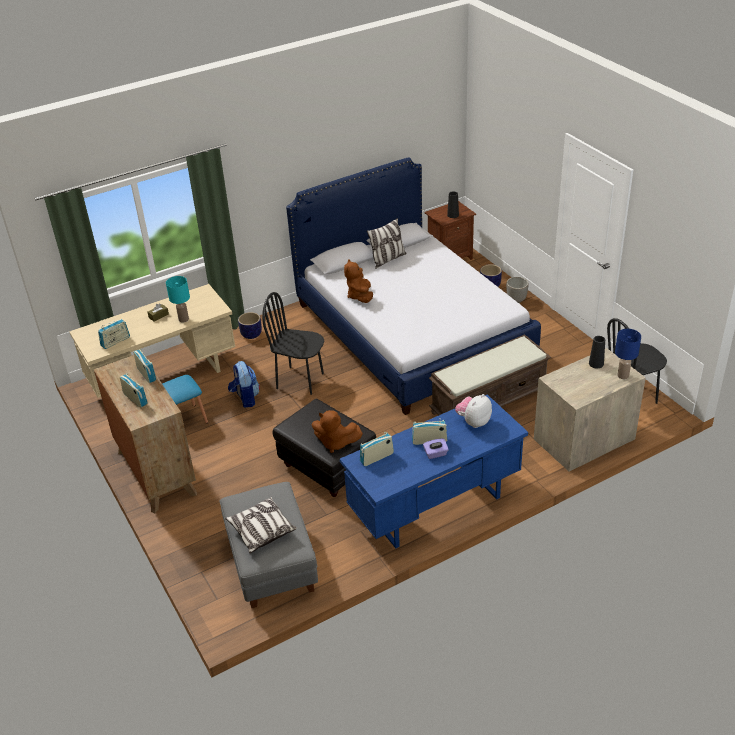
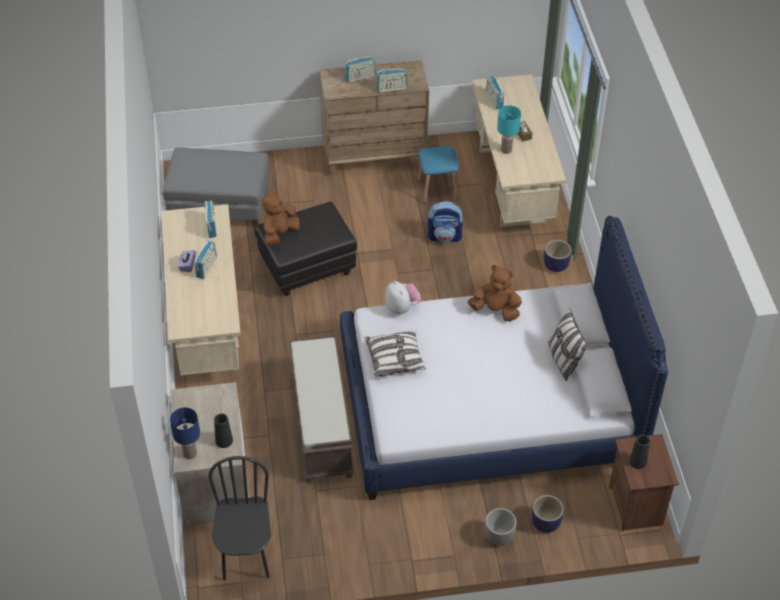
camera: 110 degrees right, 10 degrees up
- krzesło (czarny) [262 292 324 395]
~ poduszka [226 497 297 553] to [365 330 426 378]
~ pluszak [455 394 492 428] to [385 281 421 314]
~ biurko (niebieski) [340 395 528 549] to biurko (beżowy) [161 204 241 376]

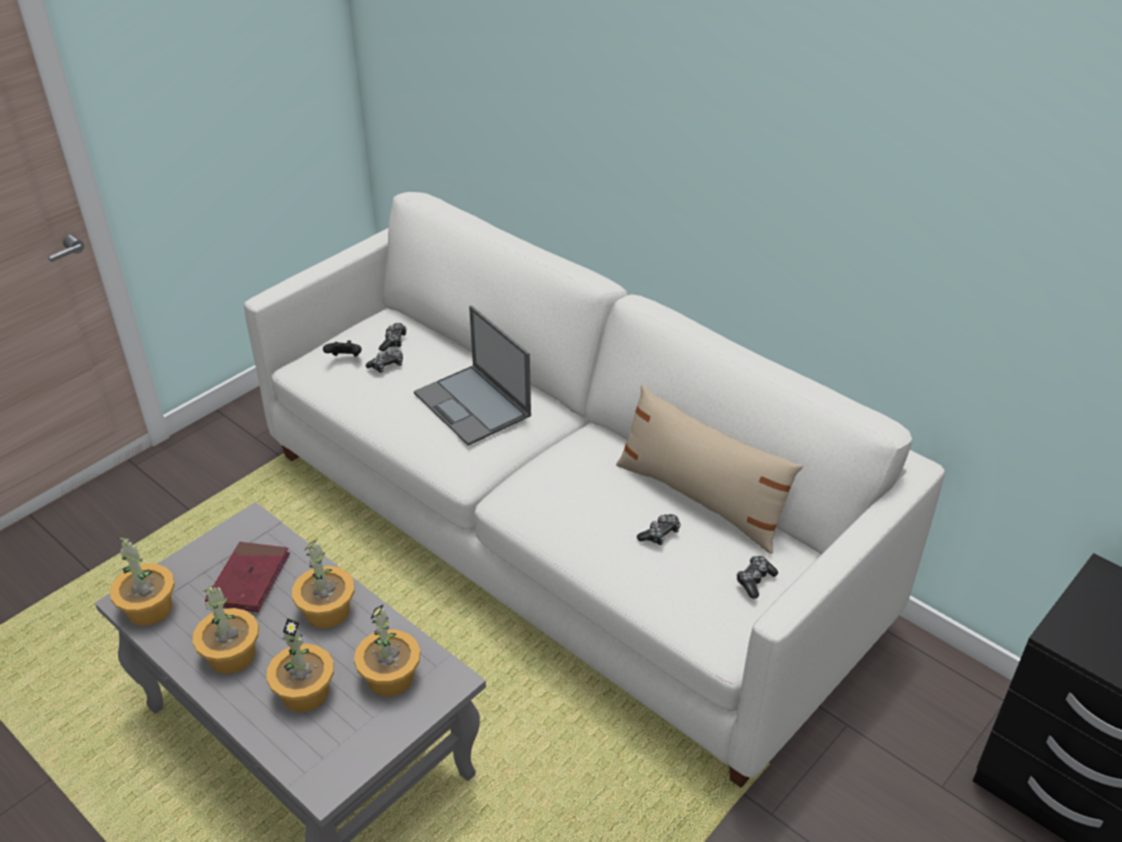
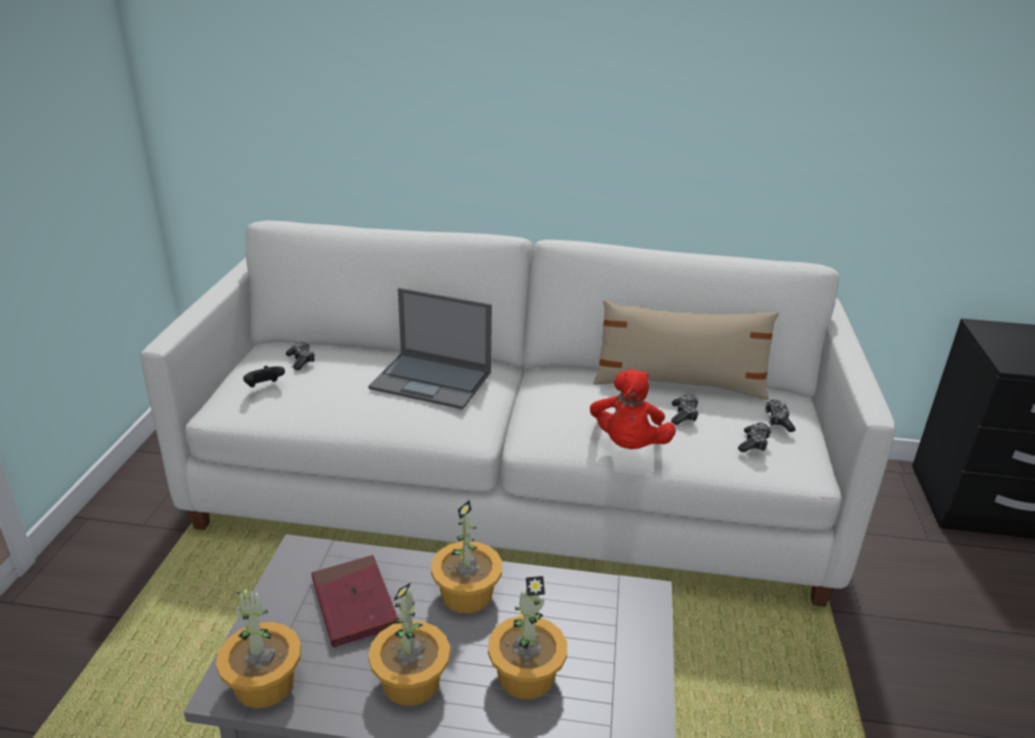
camera: 35 degrees left, 10 degrees down
- roślina doniczkowa [354 604 421 696]
+ pluszak (czerwony) [590 369 676 449]
~ pad do gier [366 349 403 373] to [738 423 772 452]

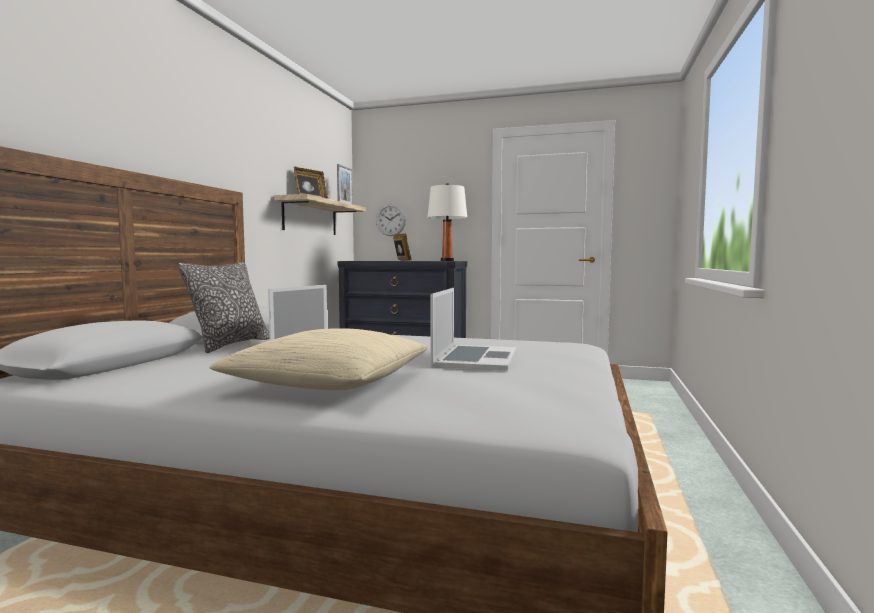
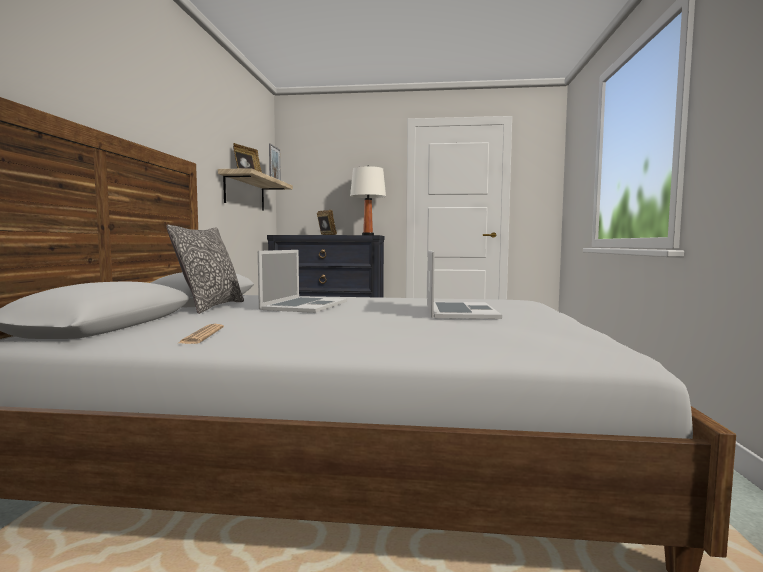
camera: 10 degrees left, 0 degrees up
- poduszka (beżowy) [209 328 428 390]
- zegar ścienny [376 204 406 236]
+ gazeta [178 324 224 344]

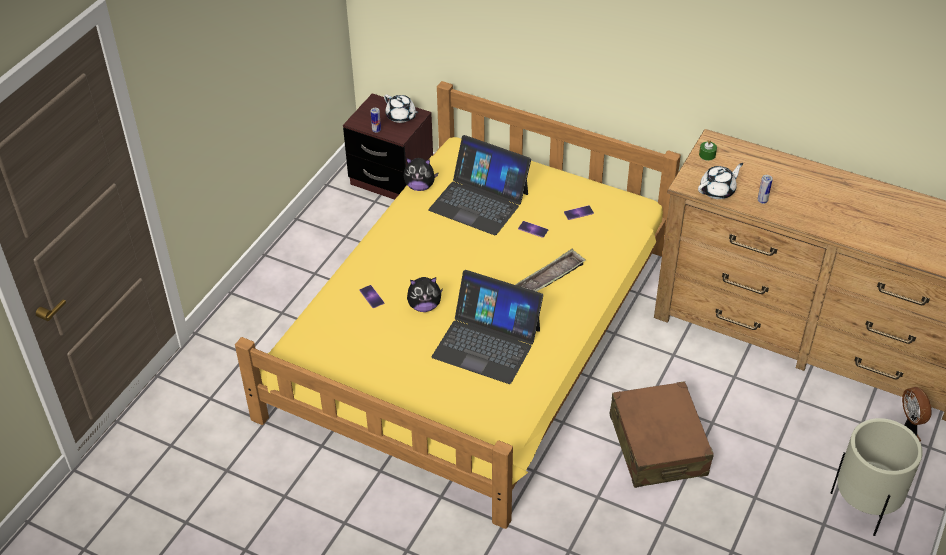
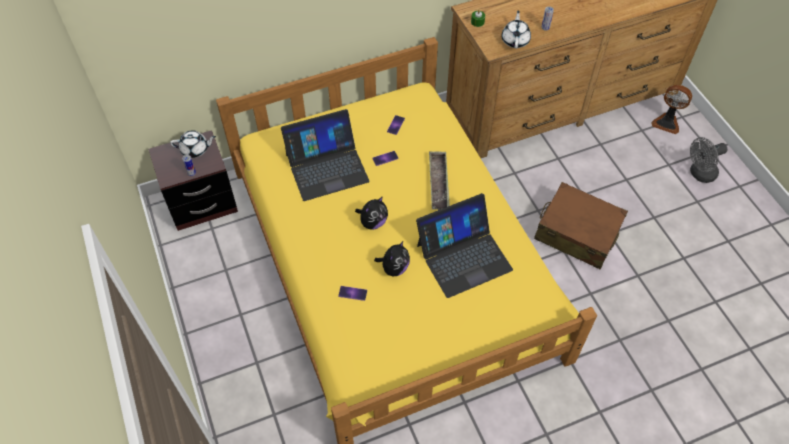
camera: 50 degrees left, 10 degrees up
~ pluszak [404 158 439 191] to [355 196 388 230]
~ donica (beżowy) [830 418 923 536] to wentylator (szary) [690 137 727 183]

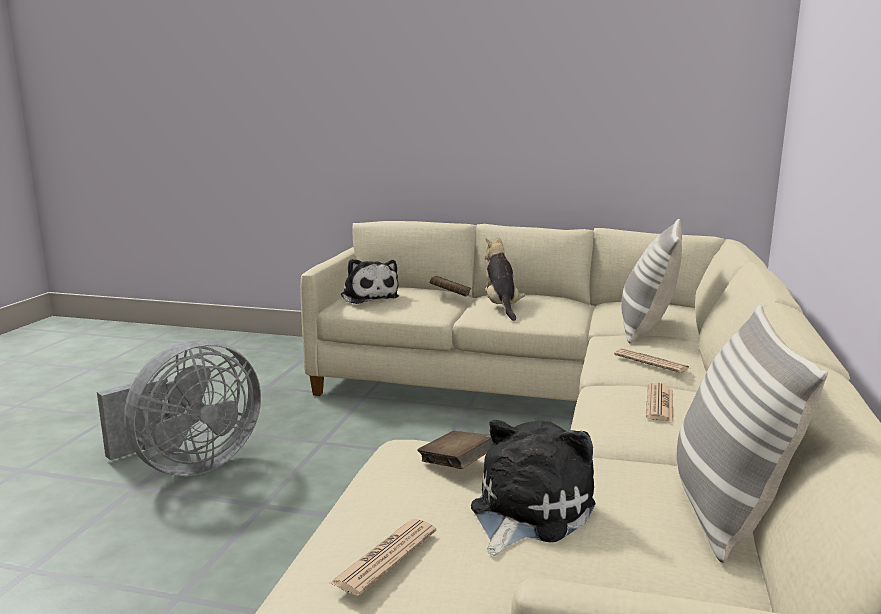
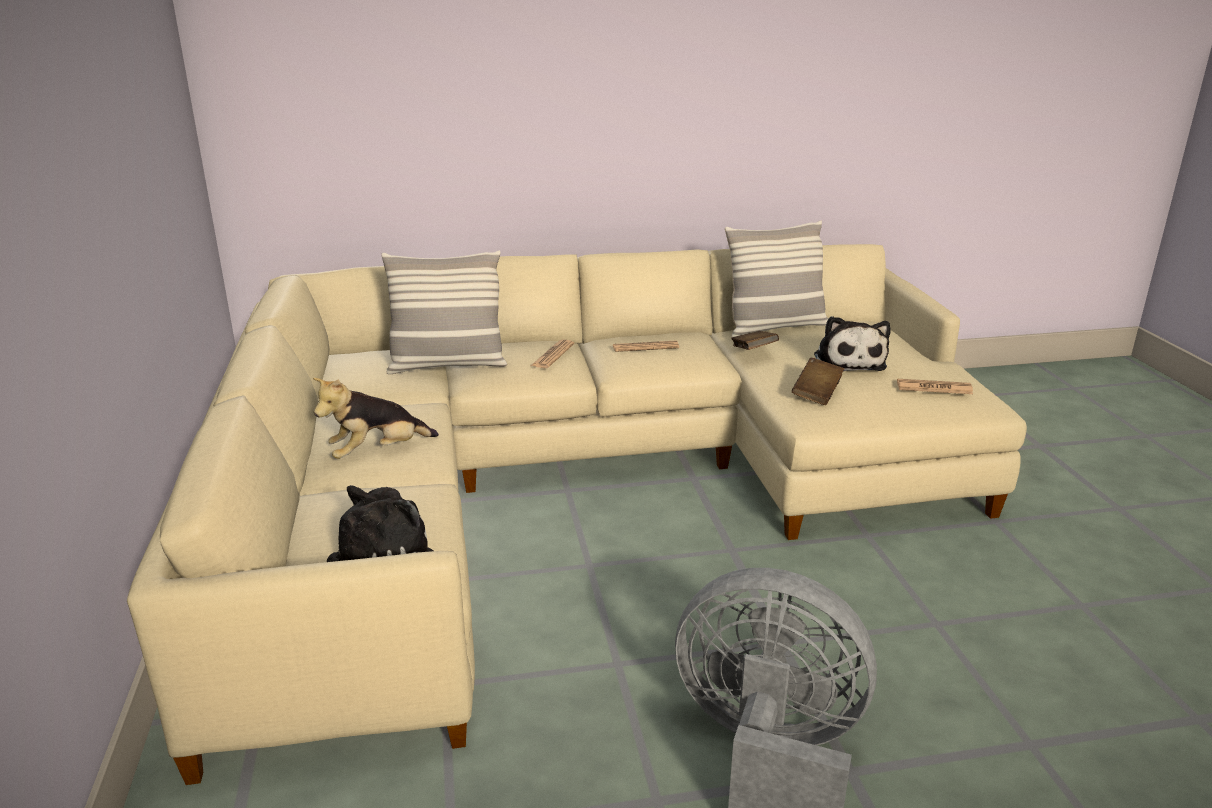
camera: 115 degrees left, 10 degrees up
~ książka (brązowy) [430 276 471 297] to [731 331 779 350]
~ pluszak [471 420 596 556] = [814 316 891 371] 105 degrees counterclockwise

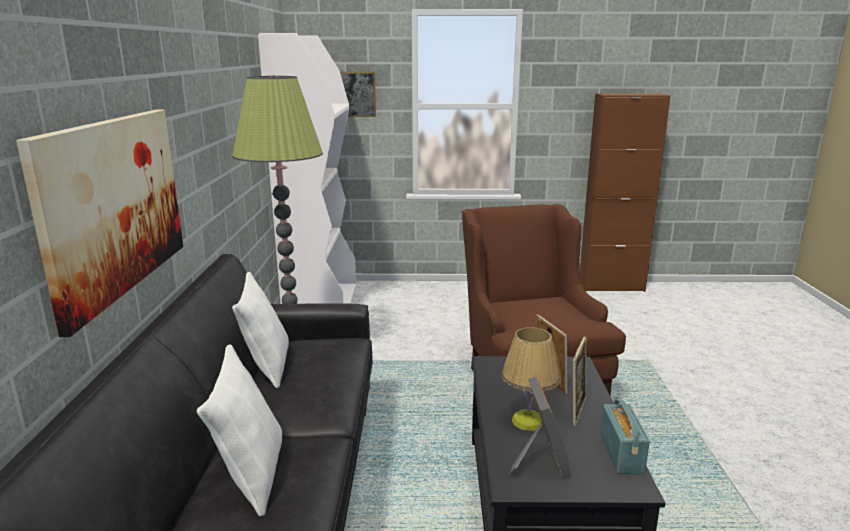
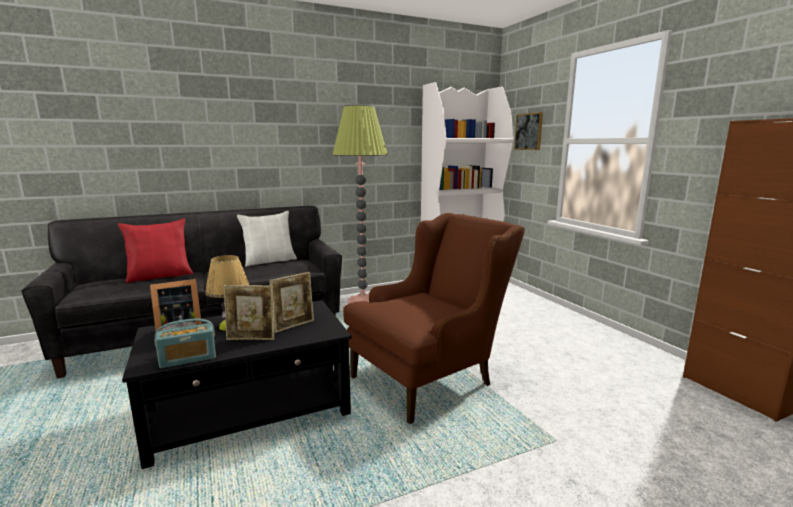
camera: 65 degrees right, 5 degrees down
- obraz [16 109 183 337]
~ poduszka (biały) [197 344 282 516] to poduszka (czerwony) [118 218 193 283]

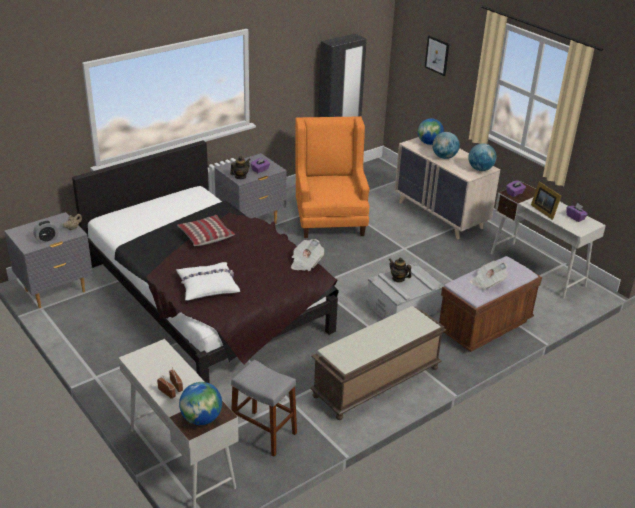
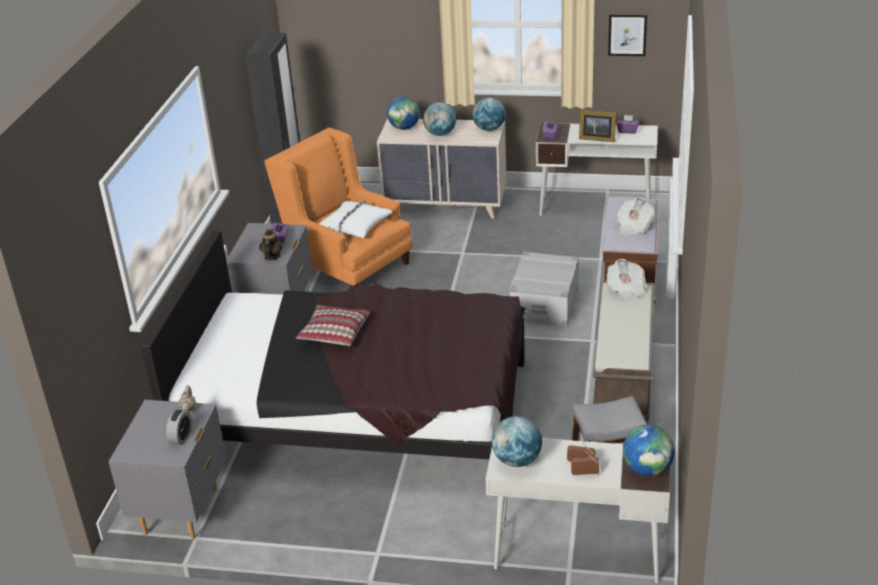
camera: 40 degrees left, 0 degrees up
- imbryk [389 258 412 282]
+ globus [492 416 542 467]
~ poduszka (biały) [176 262 240 301] to [319 200 393 238]
~ gazeta [291 239 324 271] to [606 259 646 302]
~ obraz [425 36 449 76] to [608 14 647 56]

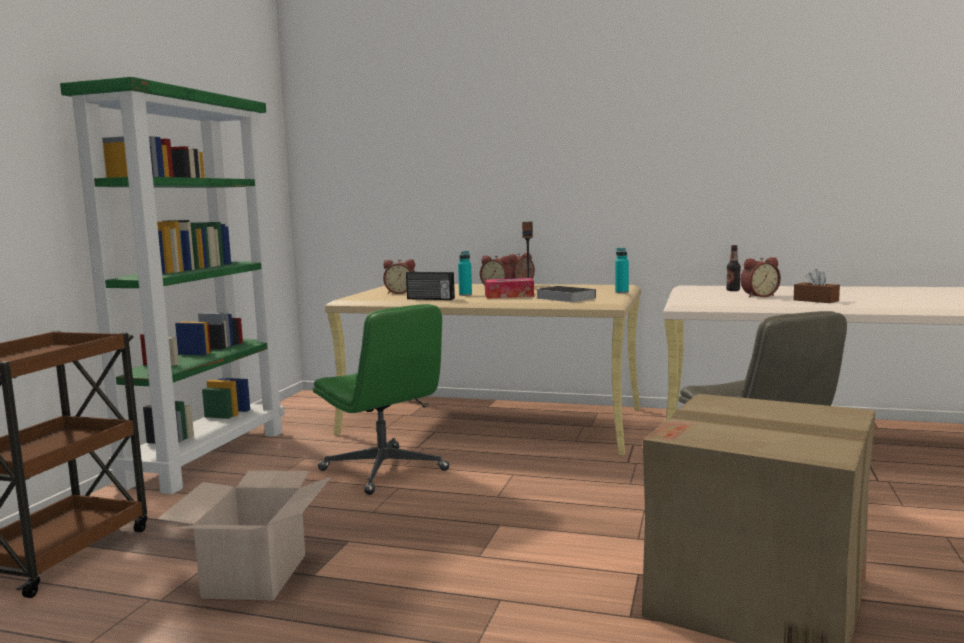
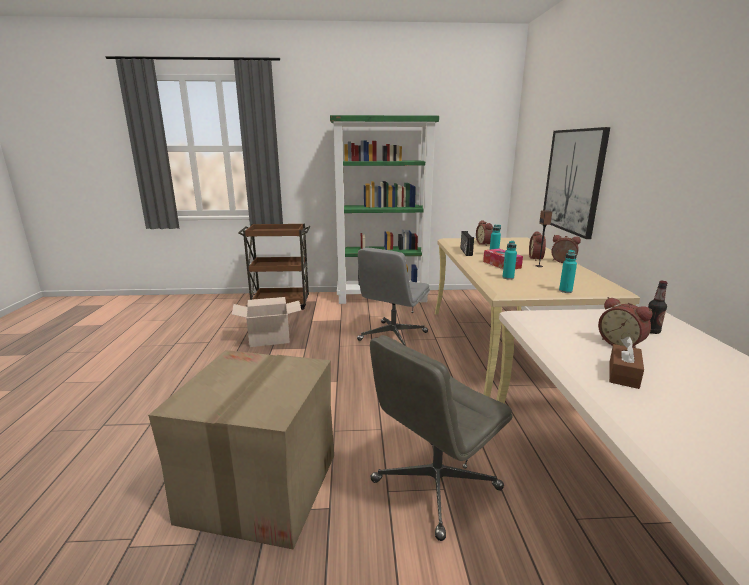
camera: 70 degrees right, 10 degrees up
+ obraz [543 127 610 239]
~ książka [536 286 596 302] to butelka (turkusowy) [502 241 517 280]
~ krzesło biurowe (zielony) [313 304 449 495] to krzesło biurowe (szary) [357 247 430 345]

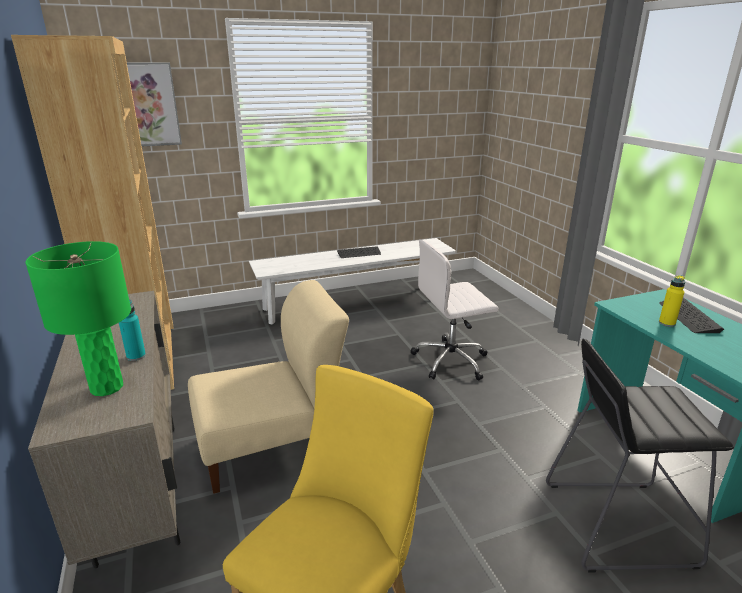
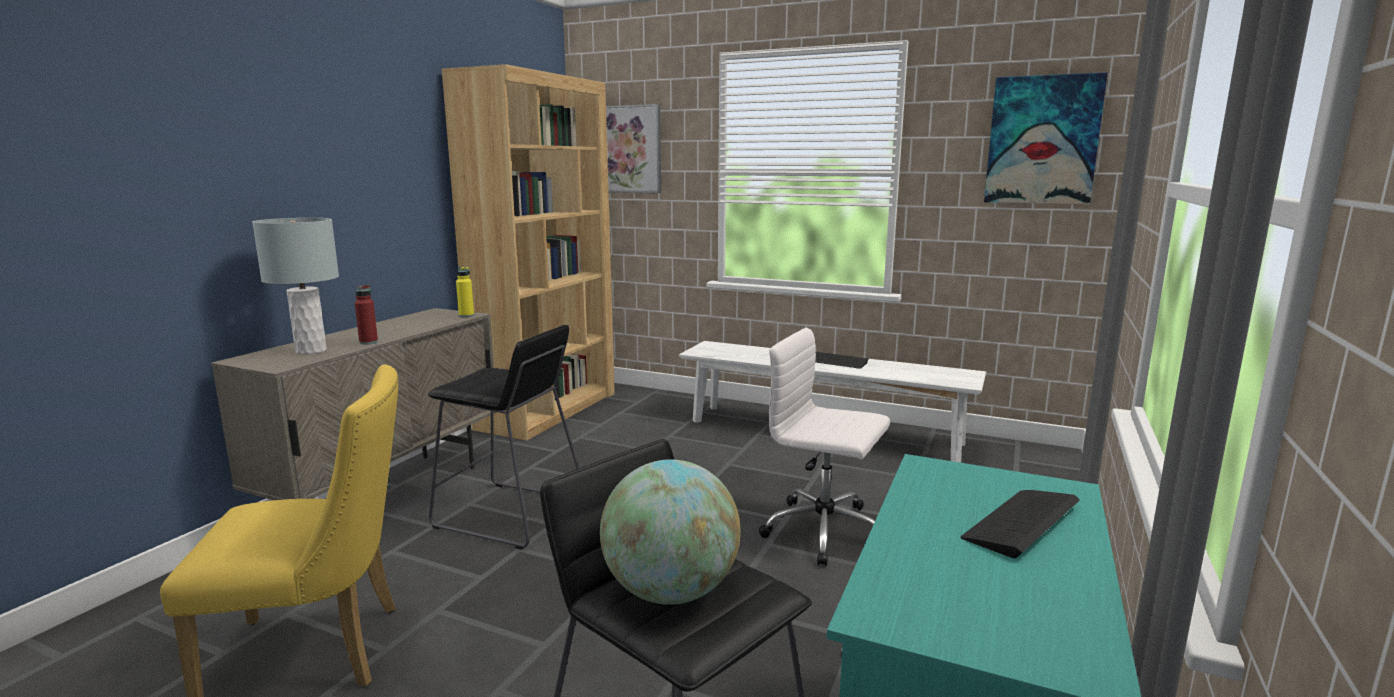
camera: 45 degrees right, 10 degrees down
+ globus [600 459 741 605]
+ obraz [984 72 1108 205]
~ butelka (żółty) [659 275 685 327] to [456 267 474 317]
~ krzesło (beżowy) [188 280 349 494] to stołek (czarny) [428 325 580 550]
~ lampa stołowa (zielony) [25 241 131 396] to lampa stołowa (szary) [252 218 339 355]
~ butelka (turkusowy) [119 300 146 361] to butelka (czerwony) [355 285 378 344]

